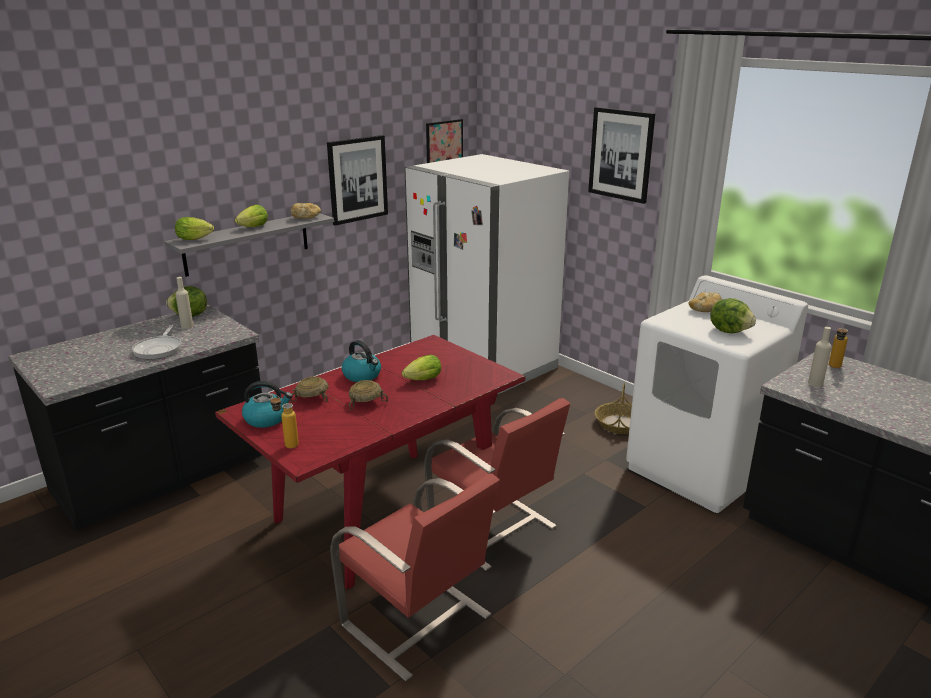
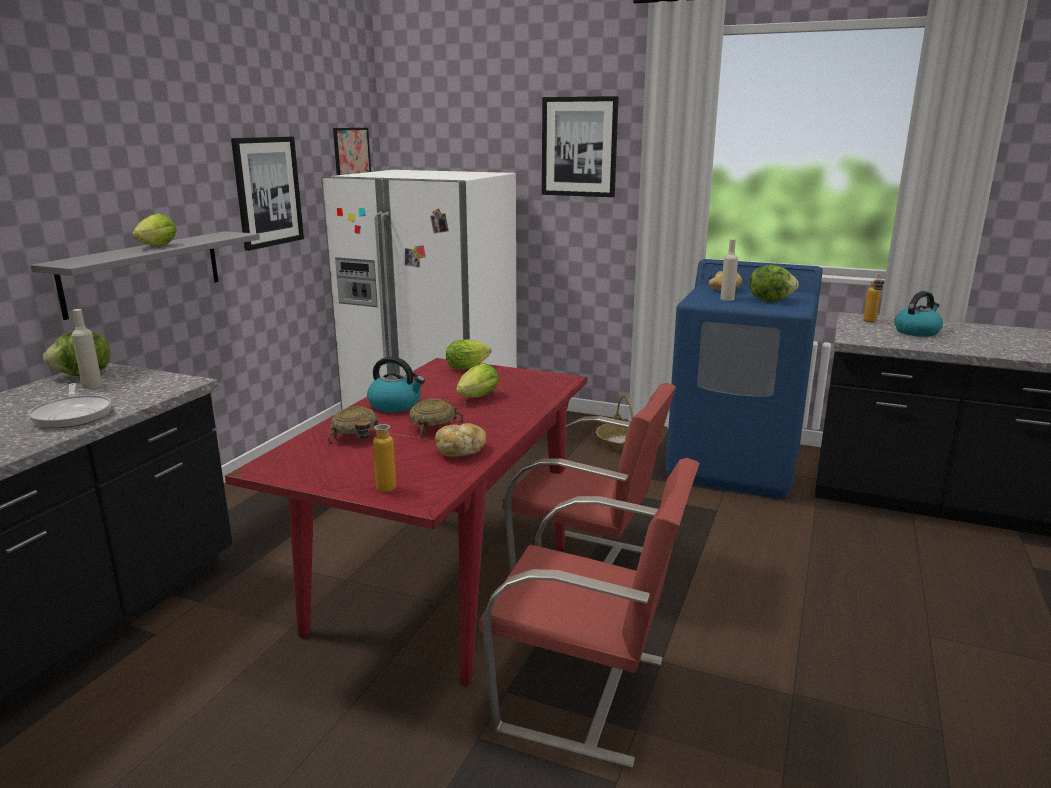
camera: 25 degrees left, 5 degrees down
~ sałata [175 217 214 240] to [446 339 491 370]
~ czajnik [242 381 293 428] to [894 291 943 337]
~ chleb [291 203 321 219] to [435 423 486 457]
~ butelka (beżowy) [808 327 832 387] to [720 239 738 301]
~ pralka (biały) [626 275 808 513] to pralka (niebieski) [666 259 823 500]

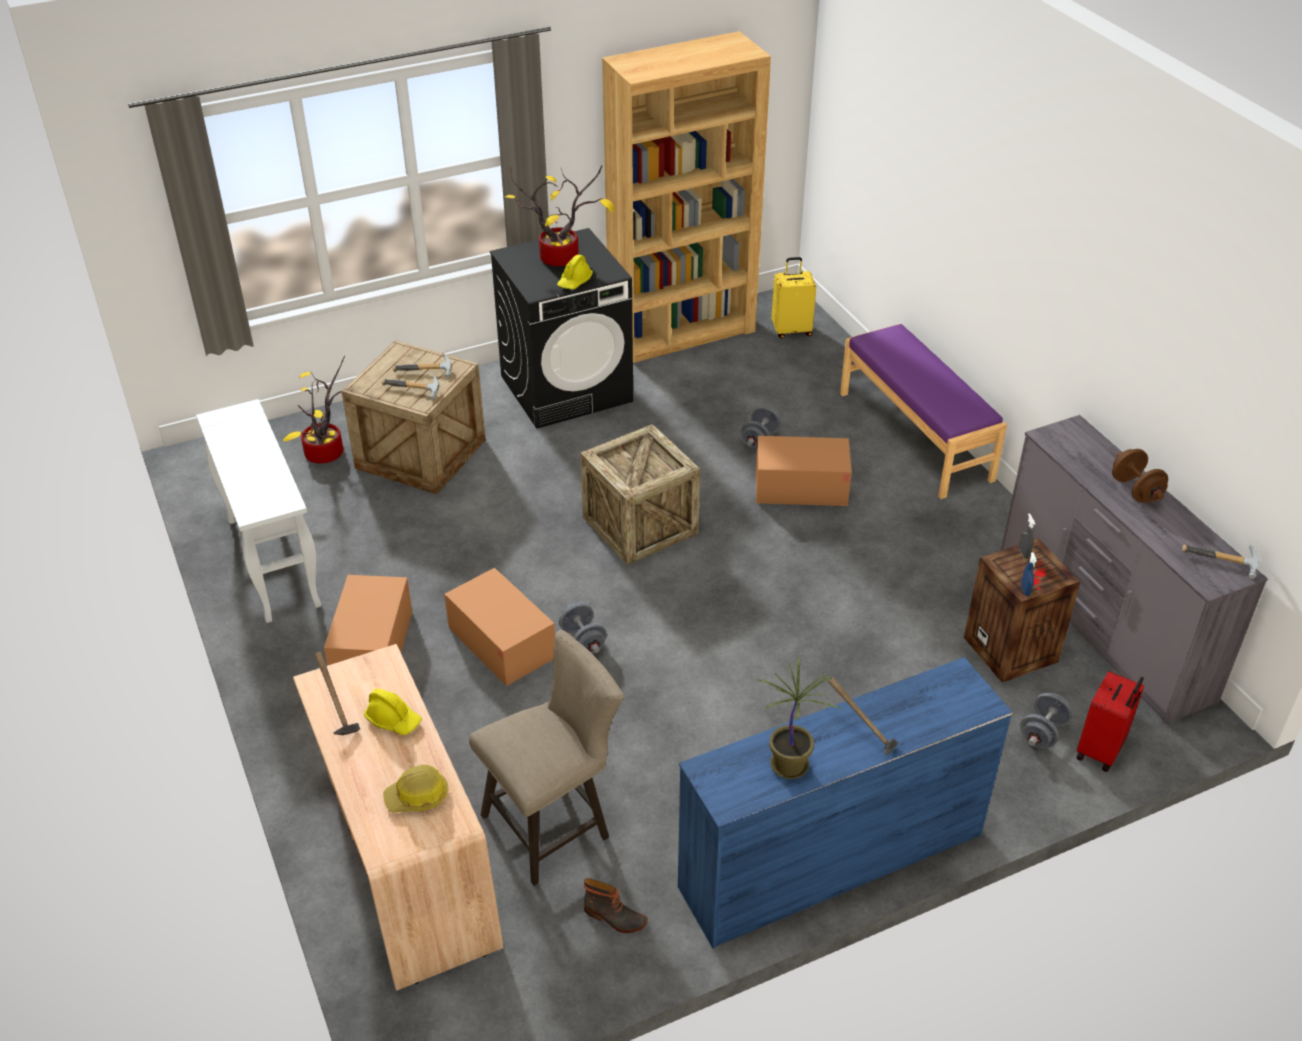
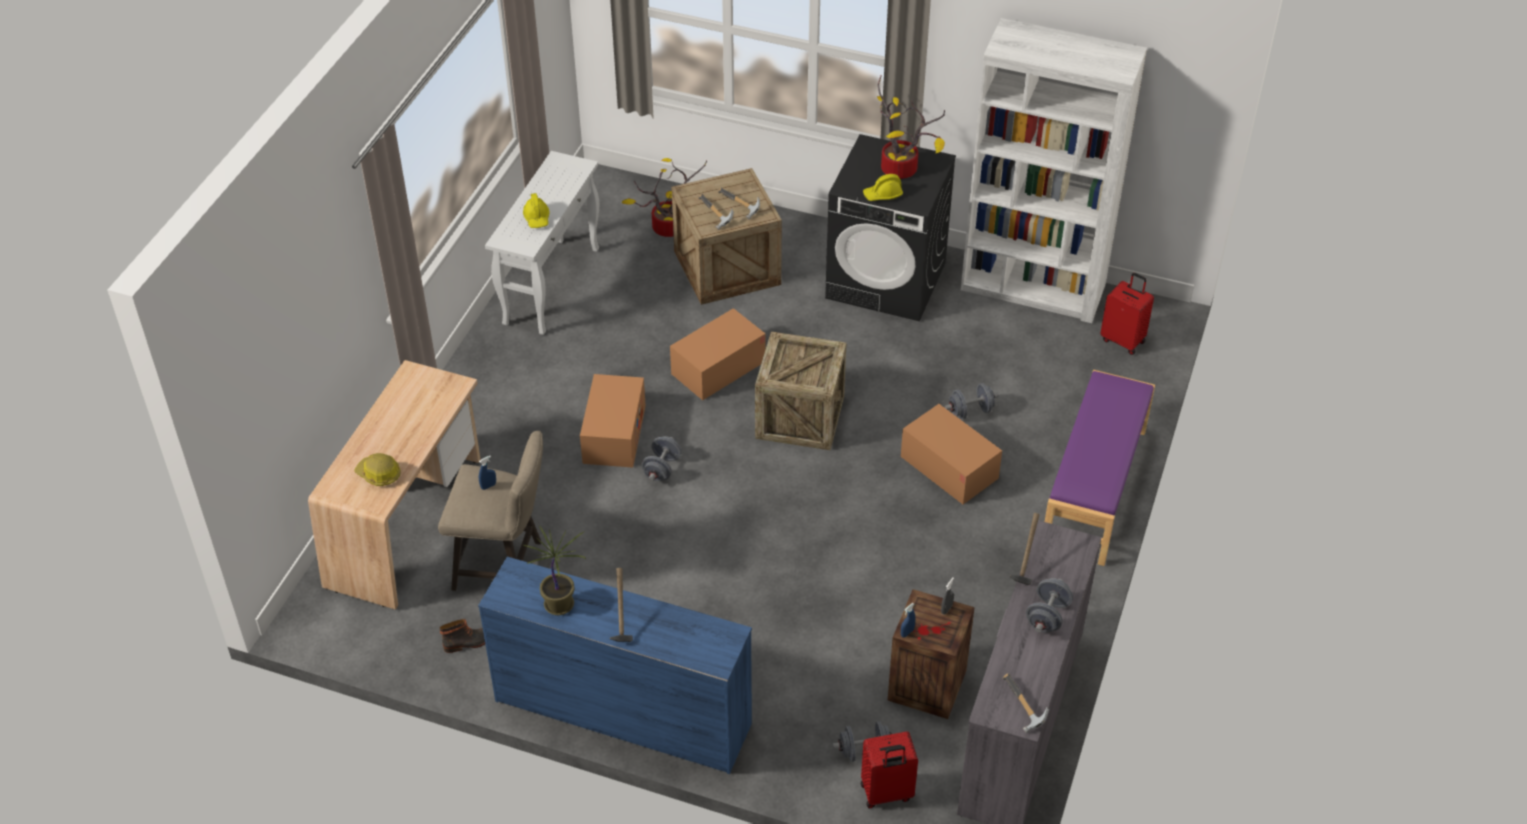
camera: 45 degrees right, 5 degrees up
+ spryskiwacz (niebieski) [479 456 496 490]
~ młotek [315 652 360 735] to [1009 513 1040 585]
~ karton [324 575 412 665] to [670 308 765 400]
~ kask (żółty) [364 689 421 735] to [523 193 550 228]
~ regał (brązowy) [602 31 771 363] to regał (biały) [961 18 1147 323]
~ walizka (żółty) [772 257 816 338] to walizka (czerwony) [1100 273 1154 355]
~ hantel (brązowy) [1112 449 1168 503] to hantel (szary) [1026 578 1073 632]
~ but z cholewką [584 878 648 933] = [439 619 485 653] 90 degrees counterclockwise

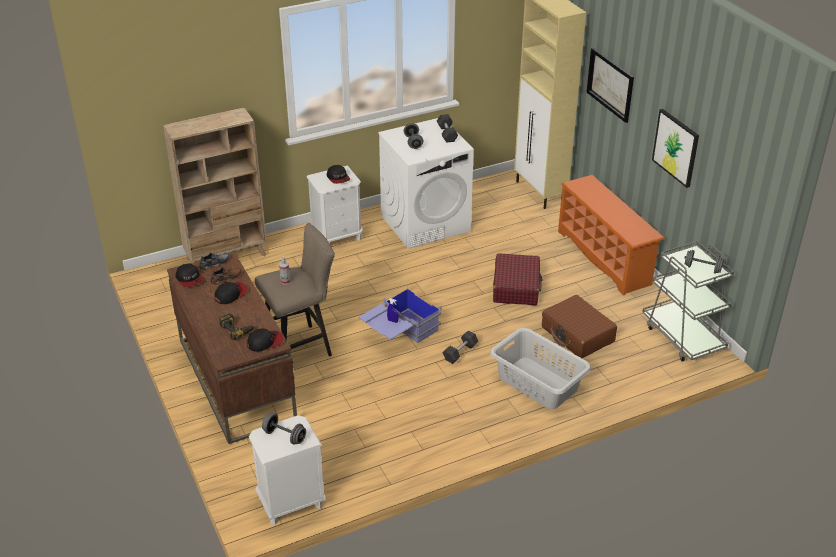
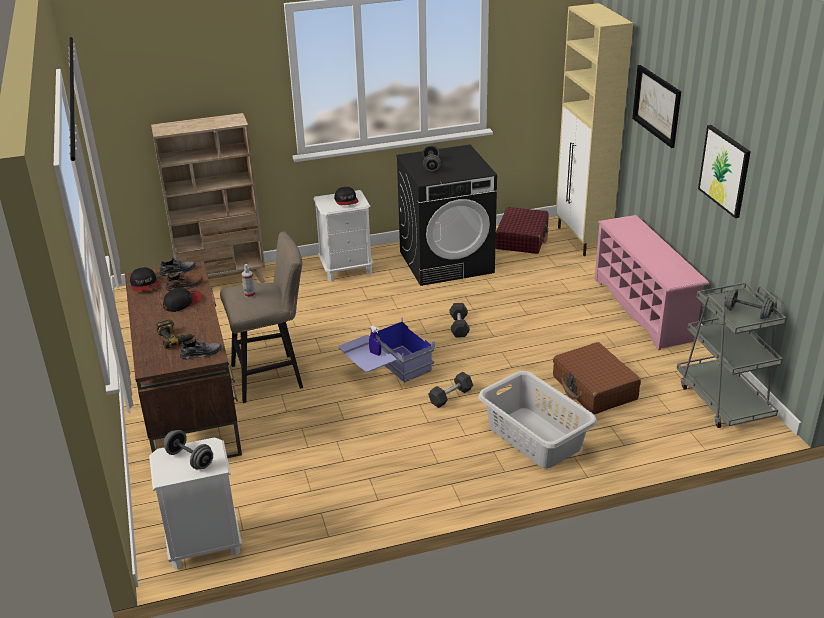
camera: 10 degrees right, 5 degrees down
~ hantel (szary) [437 114 458 143] to [449 303 470 337]
~ walizka (czerwony) [493 253 543 306] to [495 207 549 254]
~ czapka z daszkiem [247 329 284 352] to but (szary) [180 338 222 360]
~ pralka (biały) [378 118 474 249] to pralka (czarny) [396 145 497 286]
~ regał na buty (pomarańczowy) [558 175 664 296] to regał na buty (różowy) [595 215 709 350]

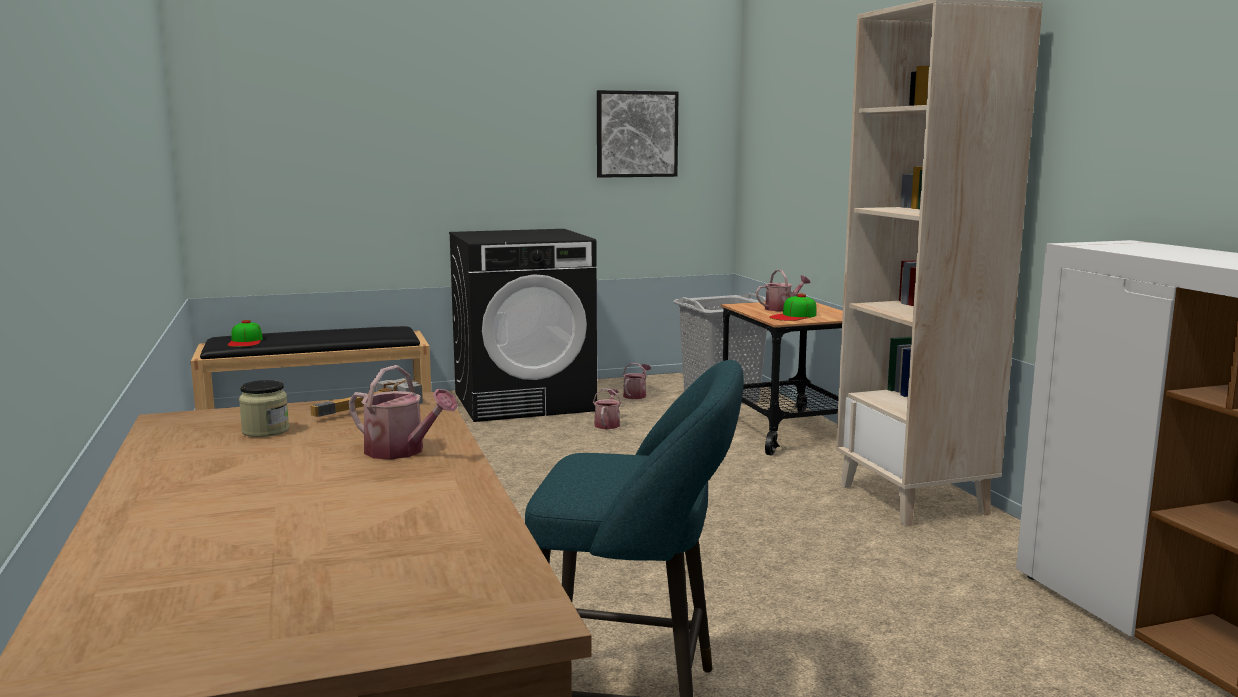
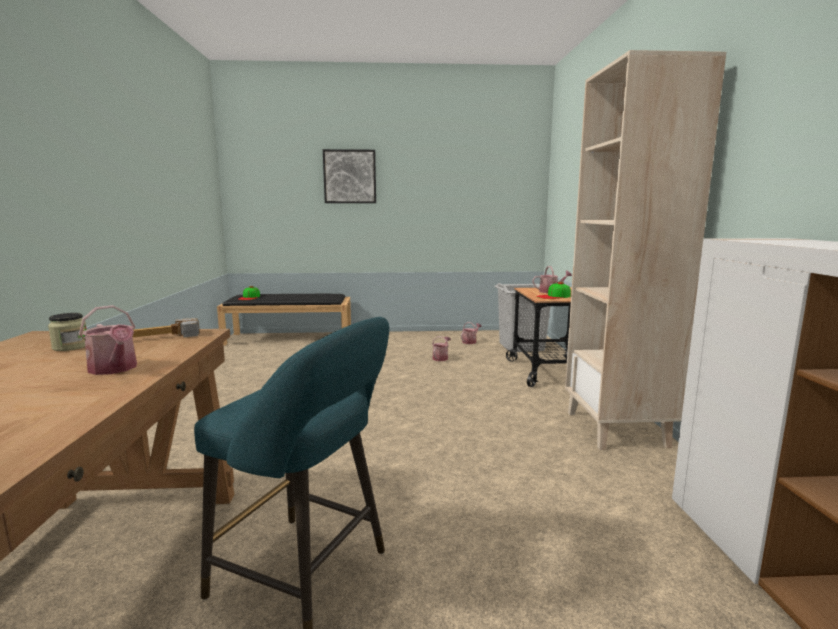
camera: 15 degrees right, 0 degrees up
- pralka (czarny) [449 229 597 422]
~ obraz [597 90 679 178] to [323 149 376 203]

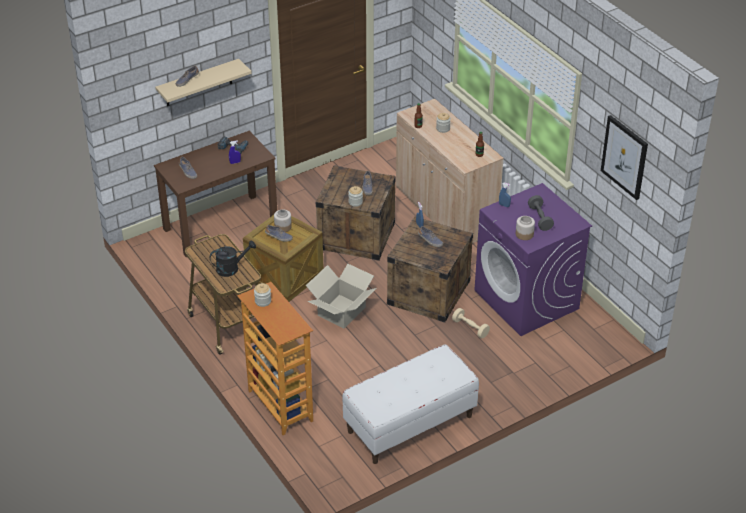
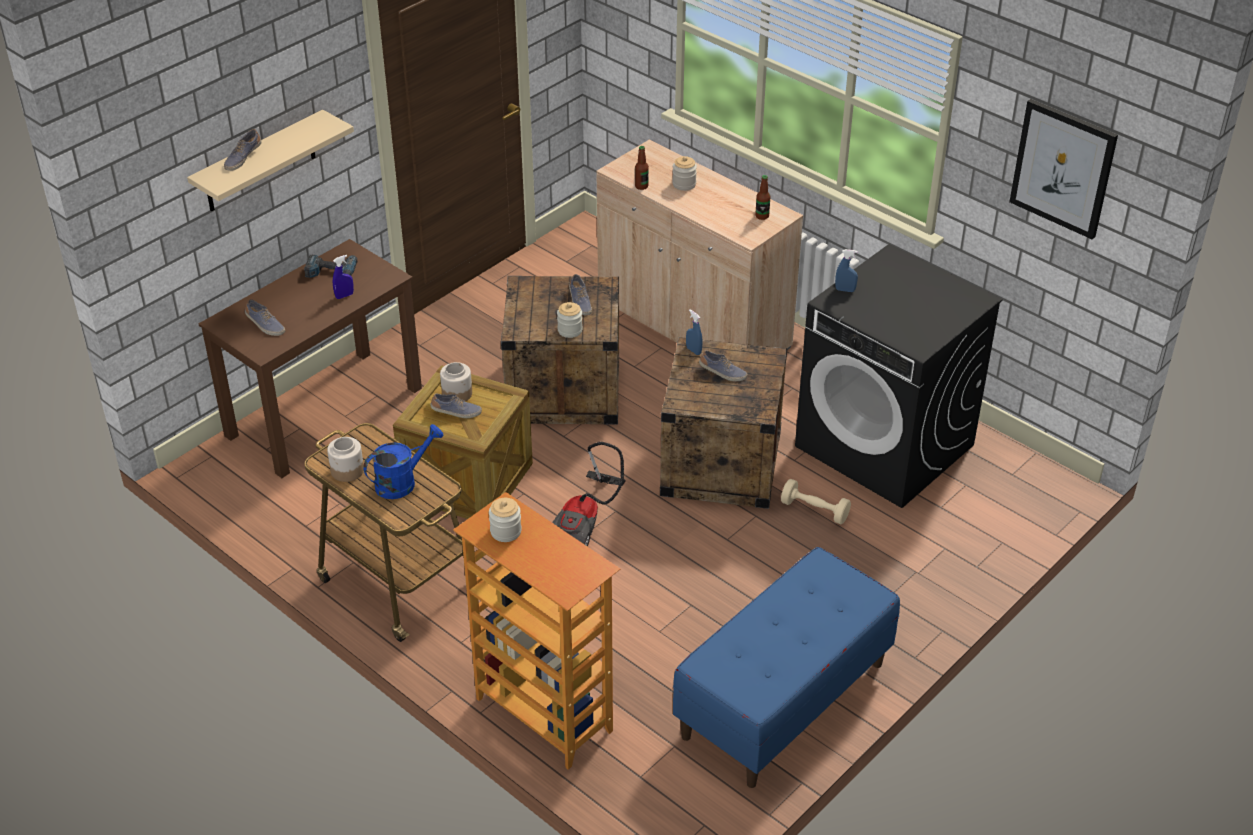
camera: 15 degrees left, 0 degrees up
- hantel (szary) [528 195 554 231]
~ słoik [516 216 535 240] to [327 437 364 482]
~ karton [306 264 377 328] to odkurzacz [552 442 626 547]
~ konewka (czarny) [210 240 256 277] to konewka (niebieski) [363 424 444 499]
~ ławka (biały) [342 344 479 464] to ławka (niebieski) [673 547 900 788]
~ pralka (fioletowy) [475 183 592 336] to pralka (czarny) [795 244 1003 508]

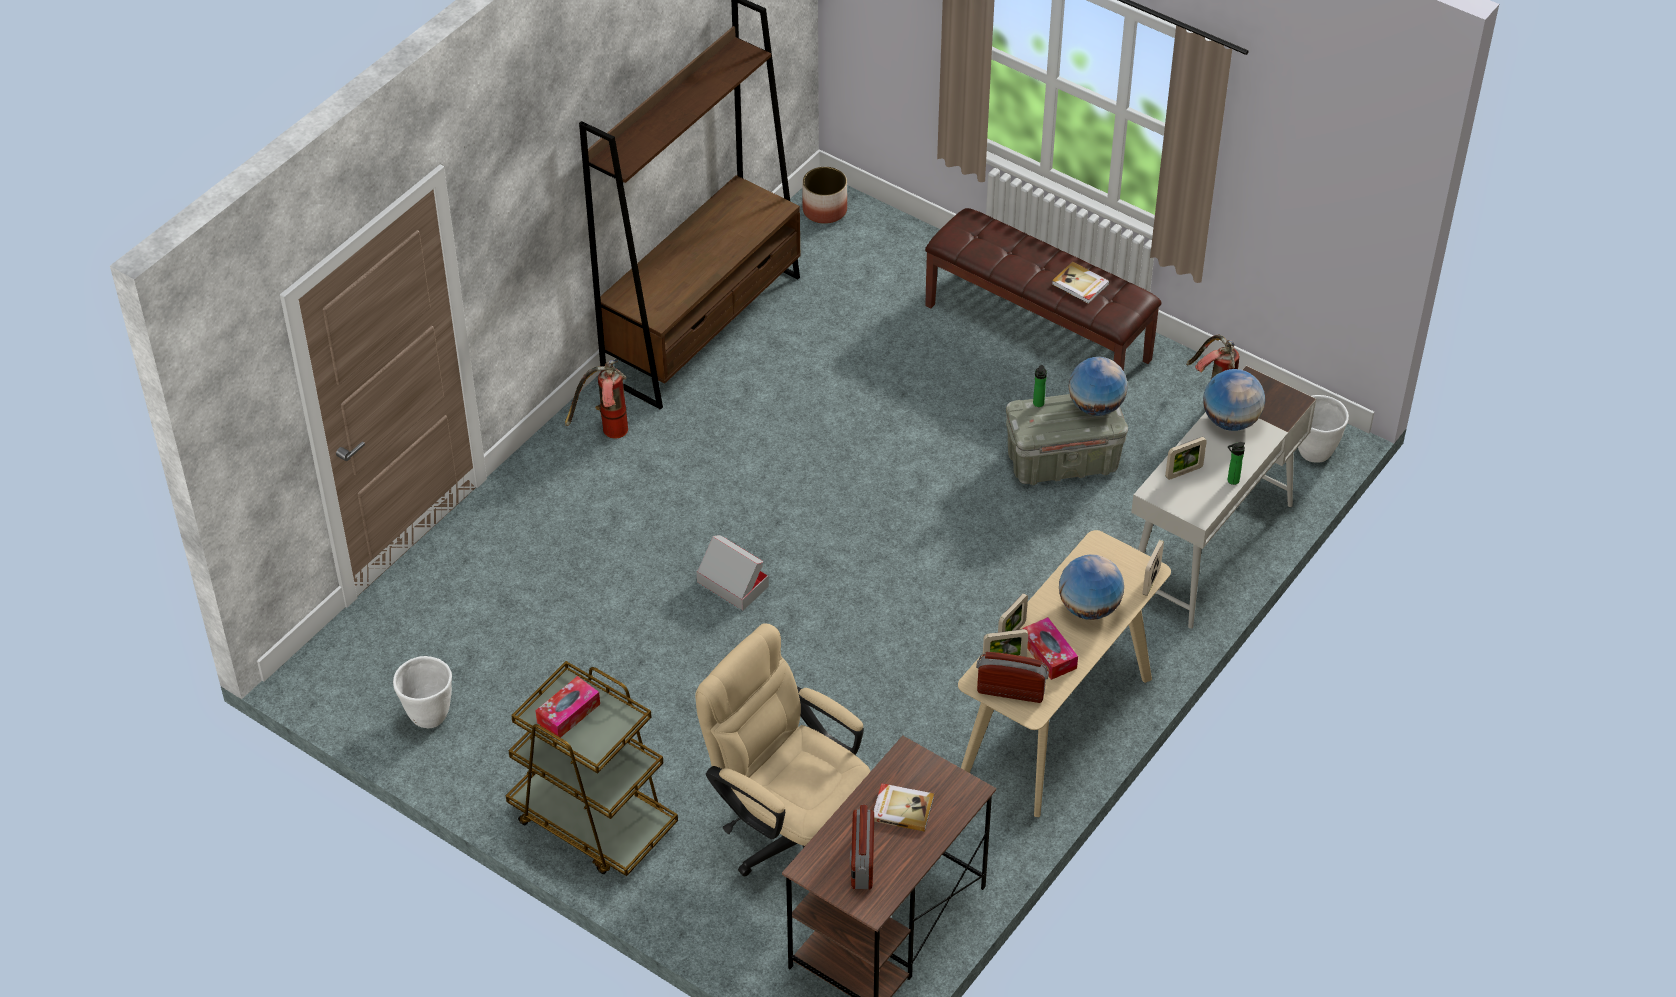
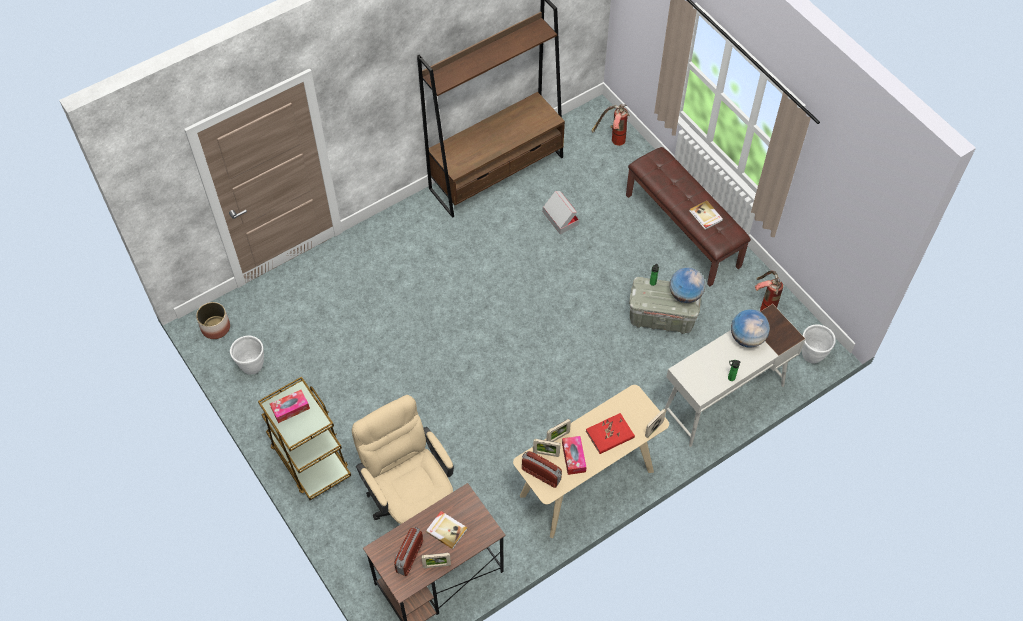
camera: 20 degrees right, 10 degrees up
~ gaśnica [565 360 628 439] to [592 104 630 146]
~ karton [696 535 769 610] to [543 191 579 234]
~ donica [802 167 847 224] to [196 302 230 339]
~ ramka na zdjęcie [1165 437 1207 480] to [421 553 451 568]
~ globus [1059 554 1124 620] to książka (czerwony) [586 413 635 454]

